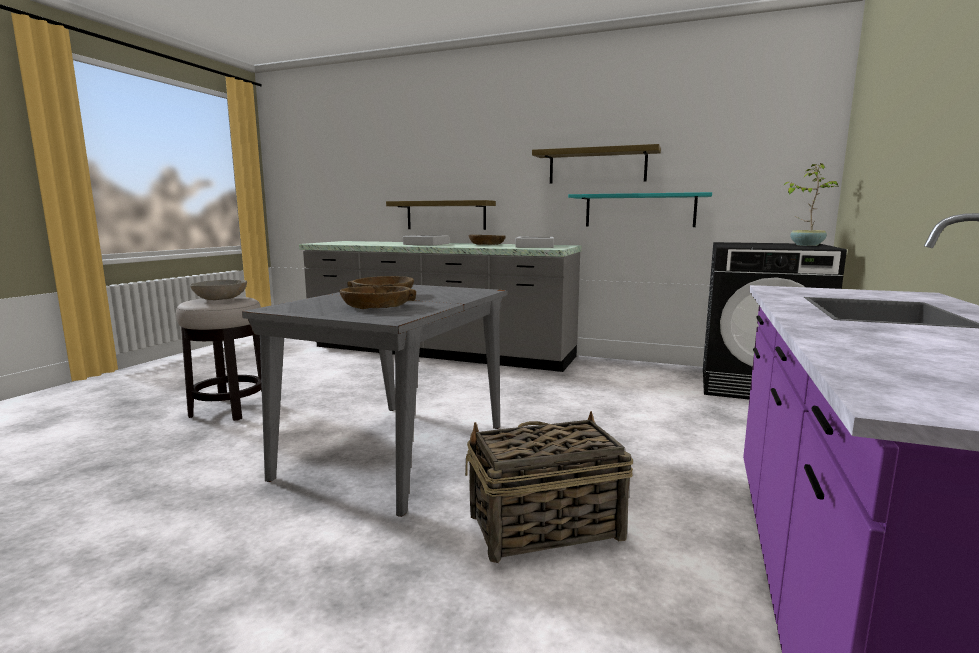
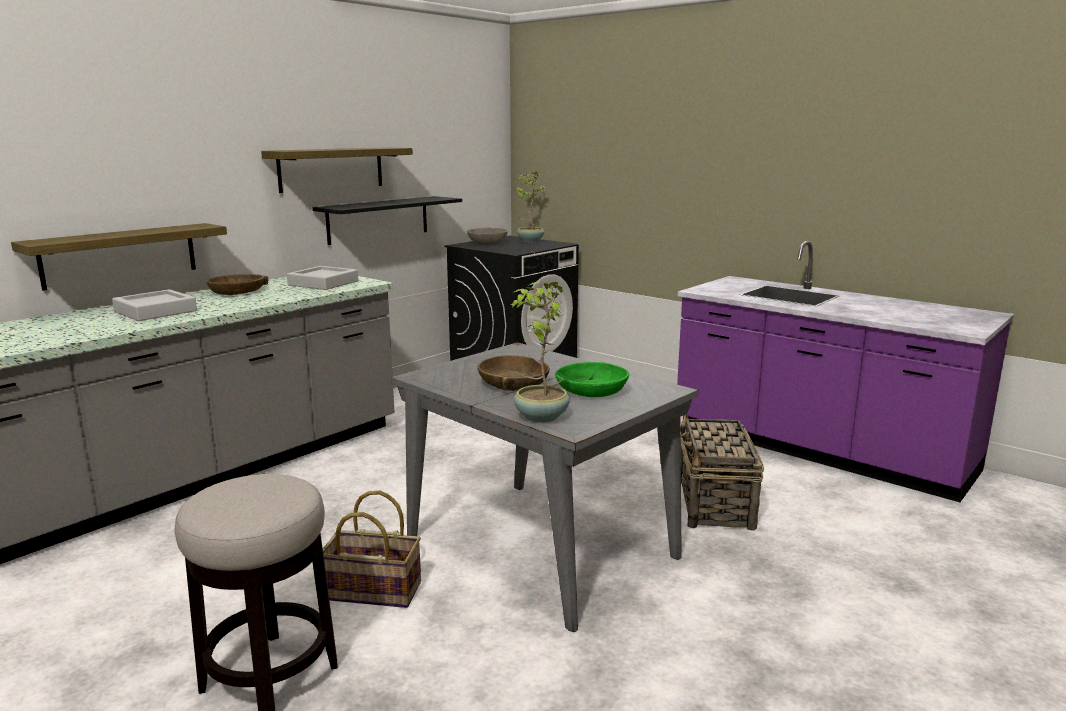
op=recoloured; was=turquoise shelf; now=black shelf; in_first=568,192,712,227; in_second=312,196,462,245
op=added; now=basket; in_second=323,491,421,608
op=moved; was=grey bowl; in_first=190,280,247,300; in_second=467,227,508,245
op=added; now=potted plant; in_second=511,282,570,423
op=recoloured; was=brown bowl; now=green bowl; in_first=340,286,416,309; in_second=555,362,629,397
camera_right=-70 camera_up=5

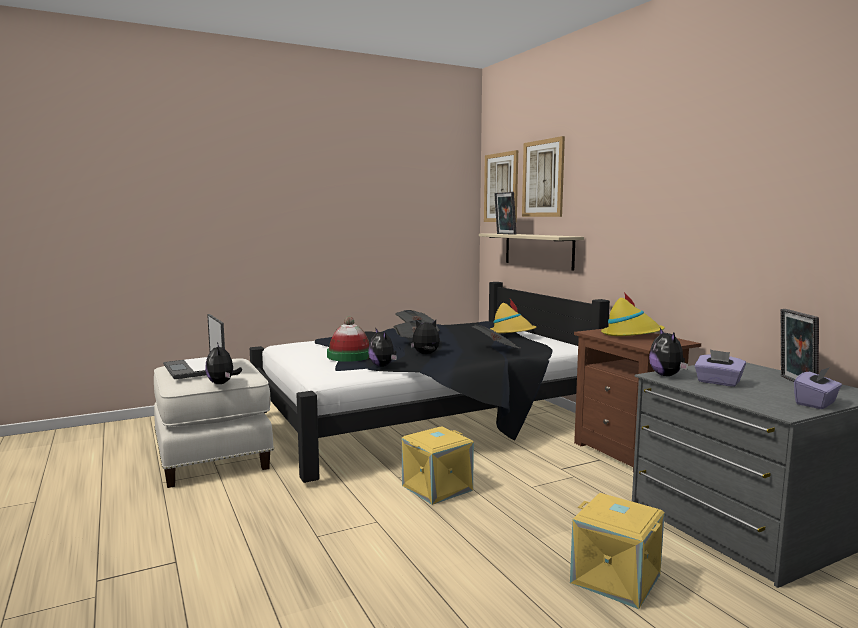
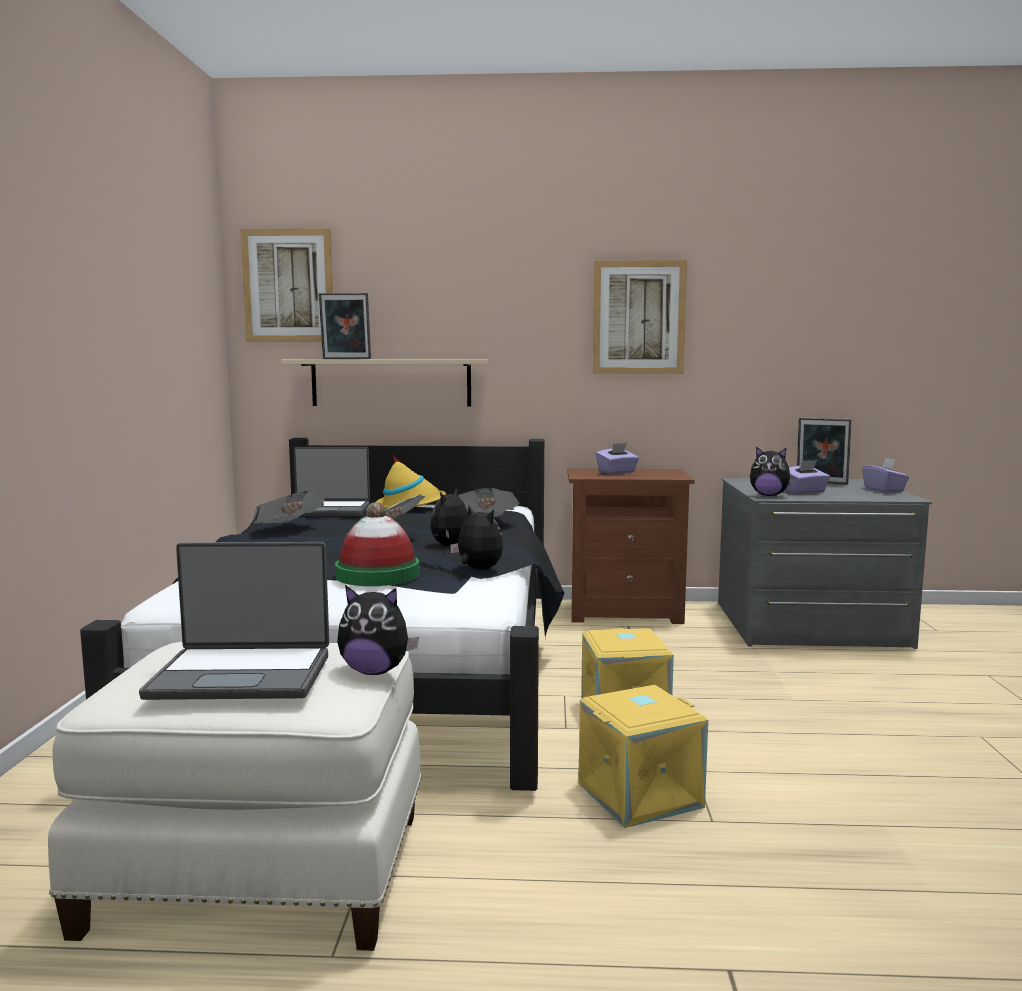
op=added; now=laptop; in_second=294,447,370,516
op=turned; was=plush toy; in_first=368,329,397,367; in_second=450,505,503,570; clockwise=-135
op=moved; was=yellow storage box; in_first=570,493,665,609; in_second=579,685,708,828
op=moved; was=picture; in_first=522,136,565,217; in_second=593,260,687,374
op=replaced; was=yellow hat; now=purple tissue box; in_first=601,292,665,336; in_second=596,443,639,474
camera_right=-60 camera_up=0

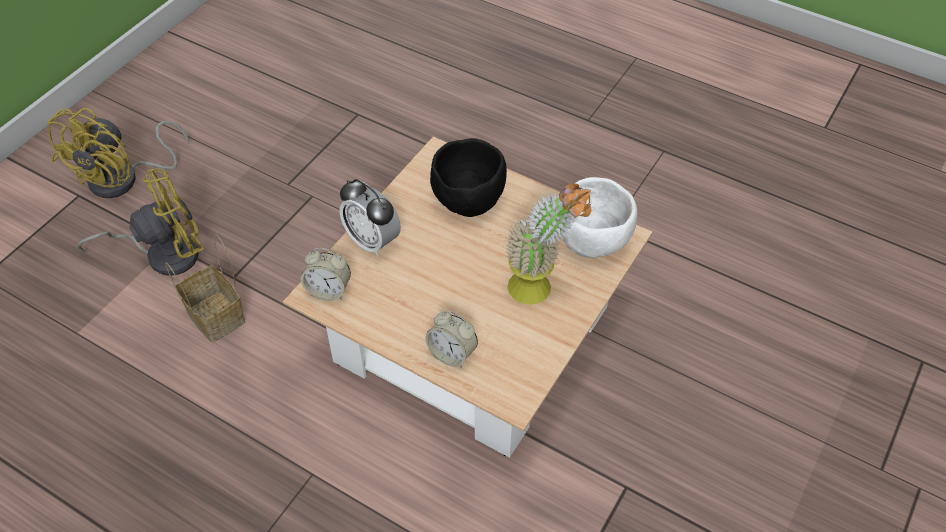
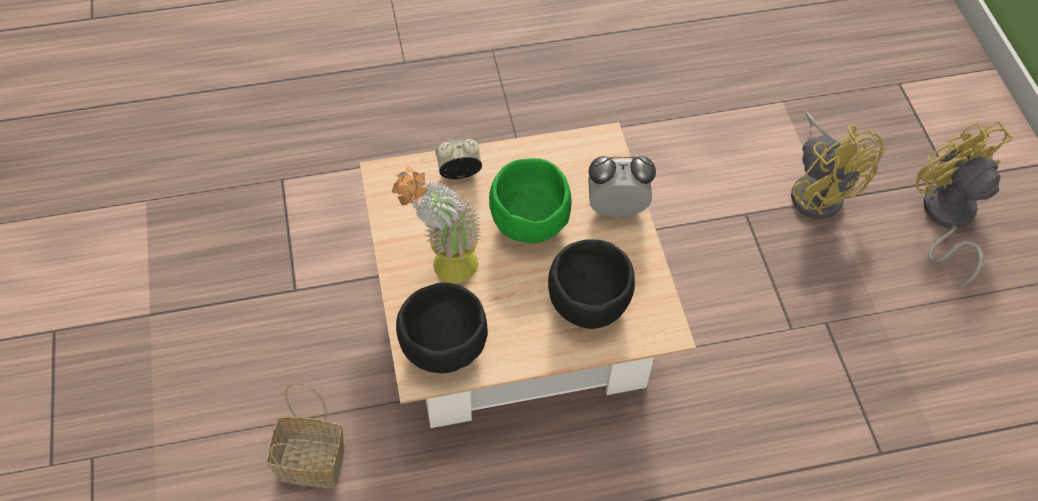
op=moved; was=basket; in_first=165,234,245,342; in_second=267,383,345,488
op=recoloured; was=white bowl; now=black bowl; in_first=562,177,637,258; in_second=396,283,488,373
op=added; now=green bowl; in_second=489,158,571,243
op=turned; was=yellow fan; in_first=77,169,204,276; in_second=791,112,886,219; clockwise=-45
op=removed; was=alarm clock; in_first=301,248,351,301
camera_right=135 camera_up=5

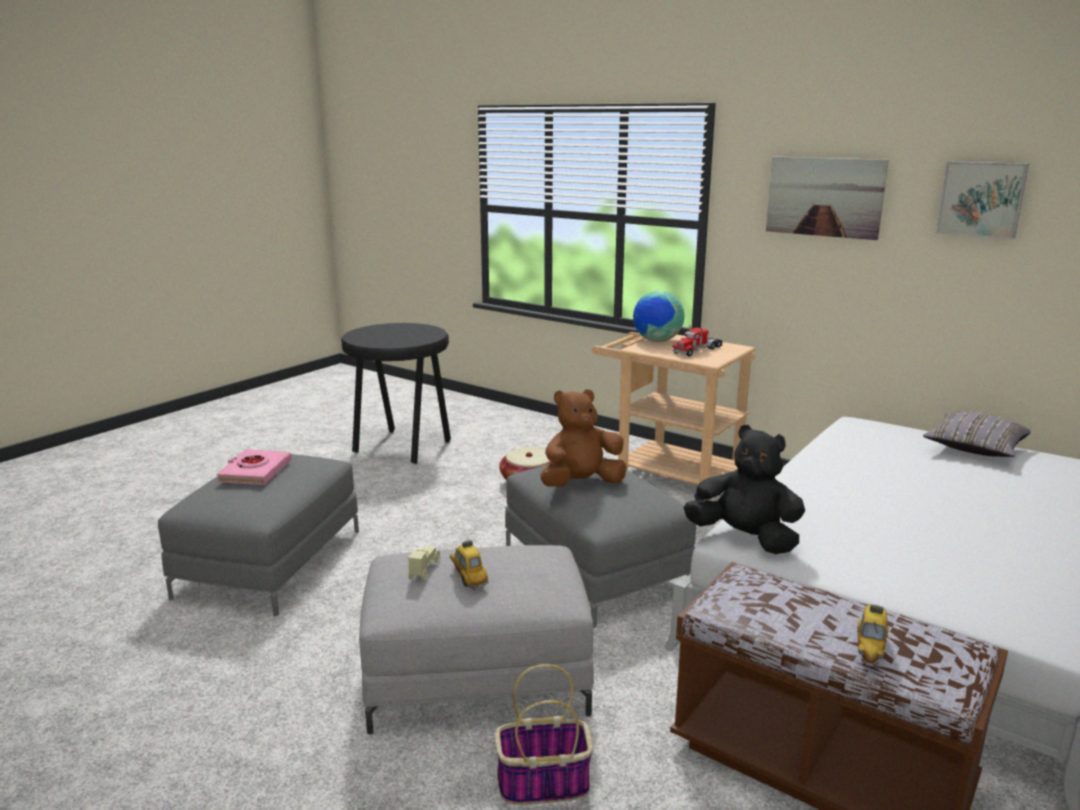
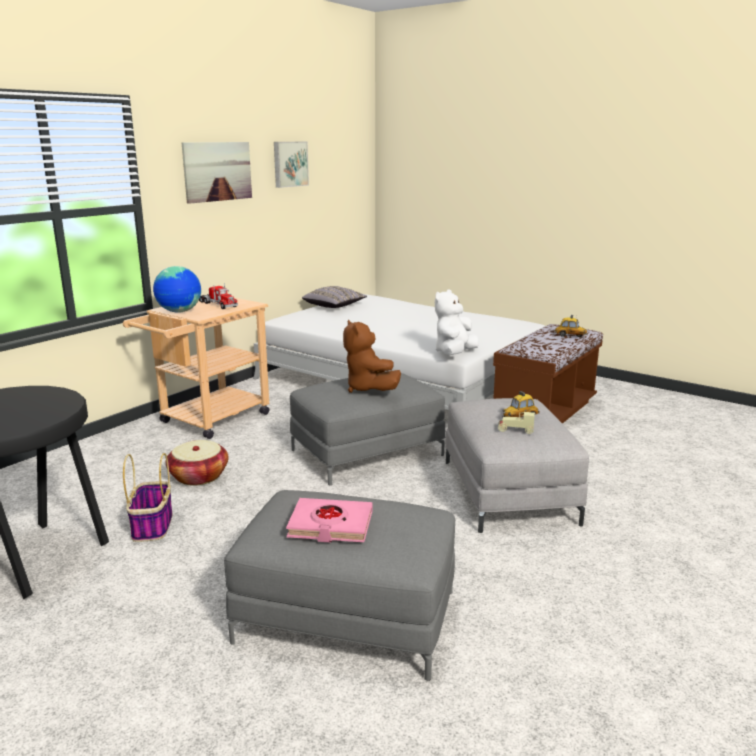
op=moved; was=basket; in_first=495,664,593,805; in_second=123,453,172,542
op=recoloured; was=black plush toy; now=white plush toy; in_first=683,425,805,554; in_second=435,289,479,355
camera_right=-90 camera_up=0

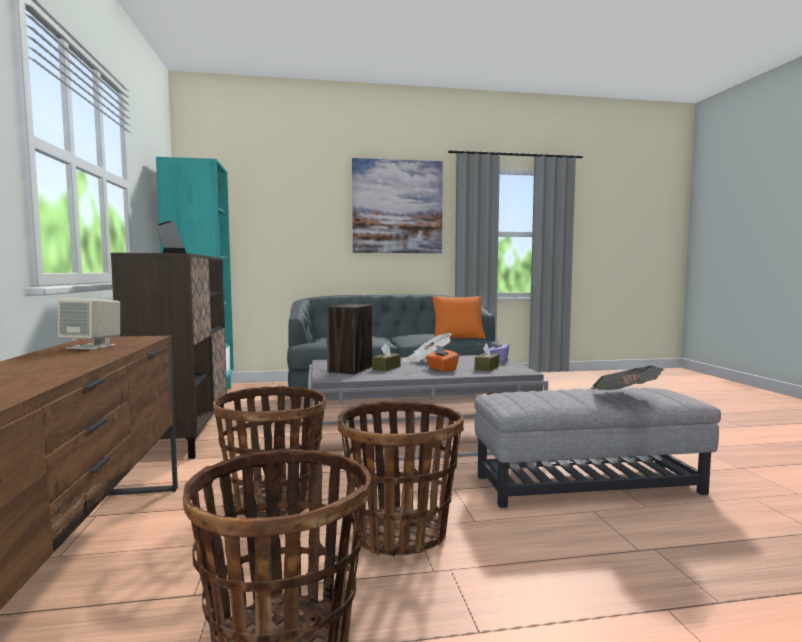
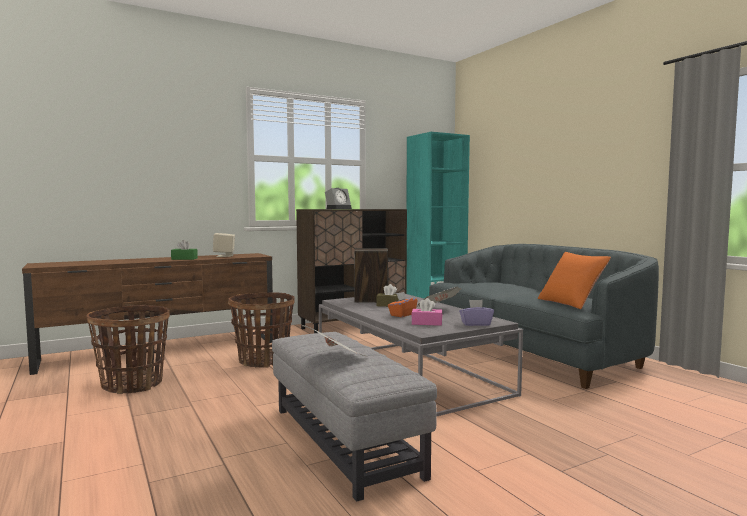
op=added; now=green tissue box; in_second=171,240,198,260
op=recoloured; was=brown tissue box; now=pink tissue box; in_first=475,343,499,371; in_second=411,298,442,326
op=removed; was=basket; in_first=338,401,464,557
op=removed; was=picture; in_first=352,158,443,253
camera_right=70 camera_up=0

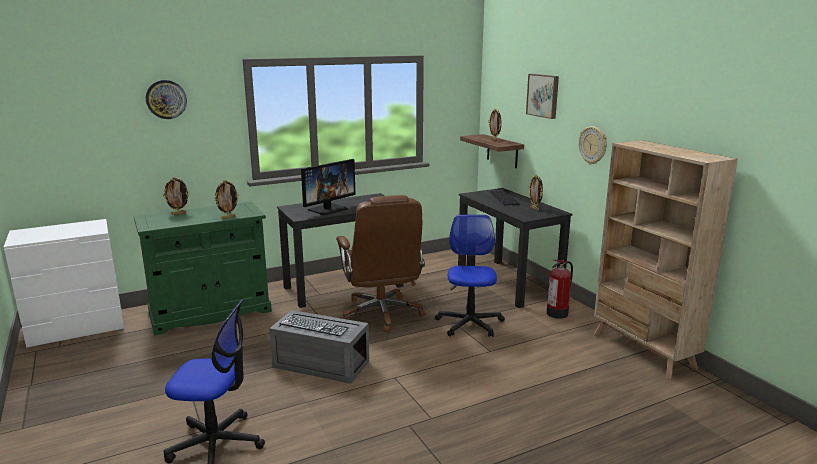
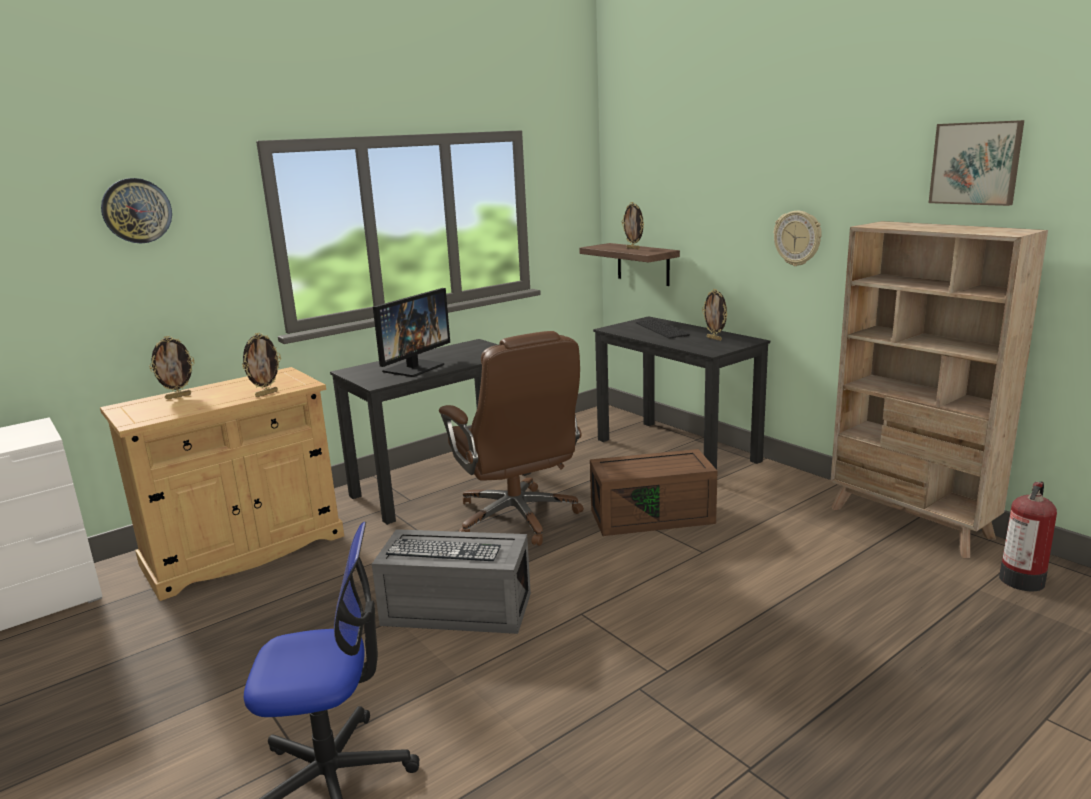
op=recoloured; was=green cabinet; now=beige cabinet; in_first=134,202,272,336; in_second=100,367,344,601
op=replaced; was=office chair; now=brown storage box; in_first=435,214,505,337; in_second=590,449,717,536
op=moved; was=picture; in_first=526,74,559,119; in_second=929,120,1024,206
op=moved; was=fire extinguisher; in_first=547,260,573,319; in_second=999,482,1057,591
camera_right=-10 camera_up=0

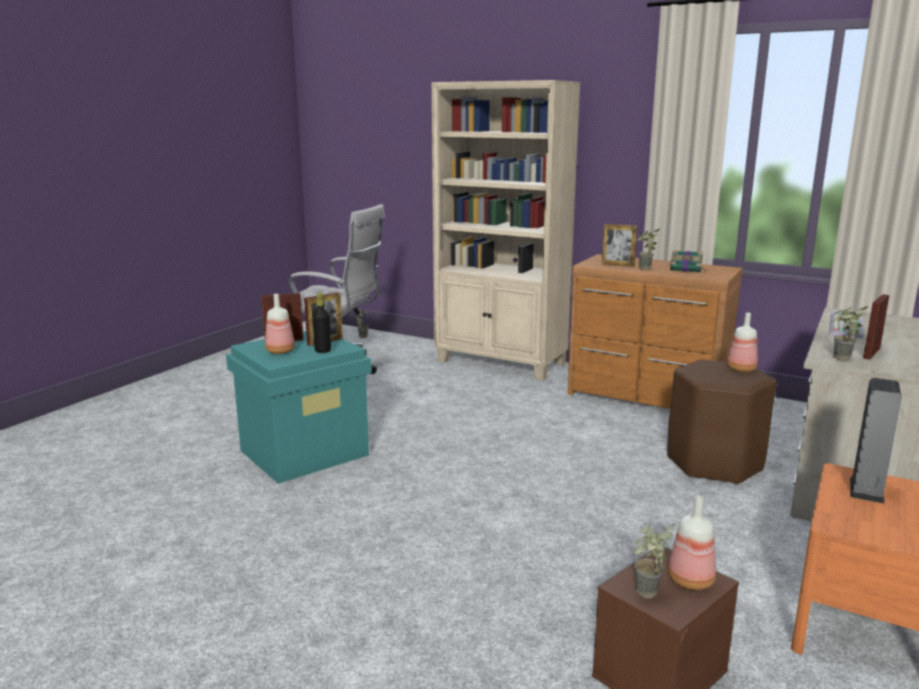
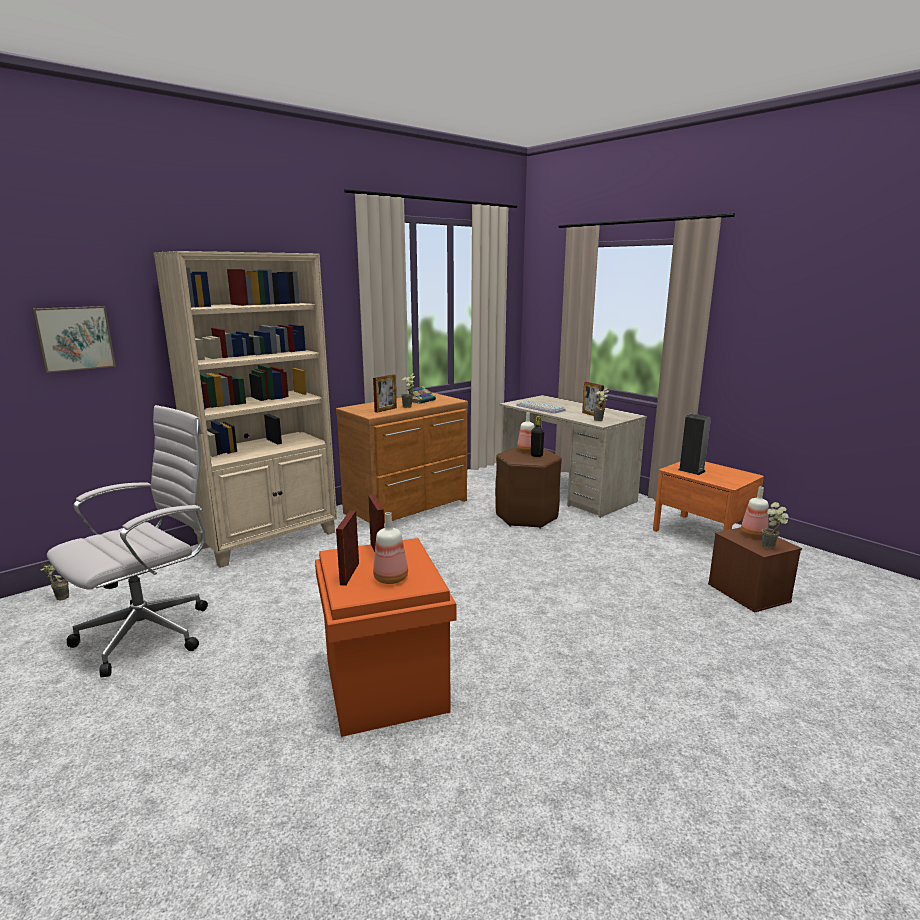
op=added; now=picture; in_second=32,306,116,373
op=recoloured; was=turquoise storage box; now=orange storage box; in_first=226,331,372,484; in_second=315,538,456,737
op=moved; was=black bottle; in_first=312,293,331,353; in_second=531,416,544,457
camera_right=-70 camera_up=0

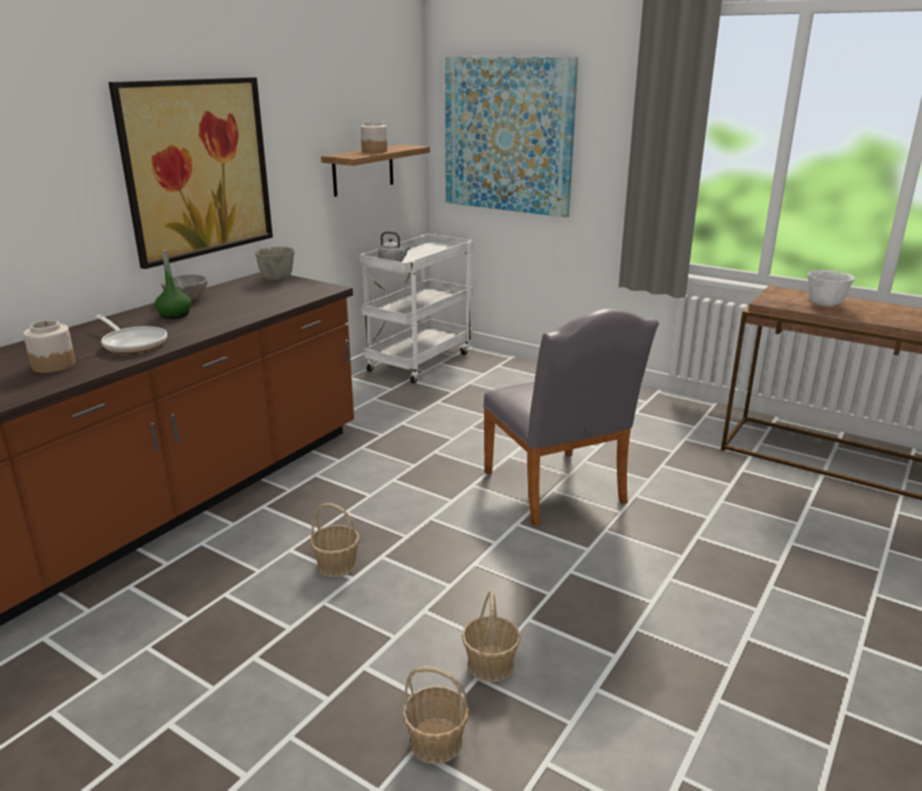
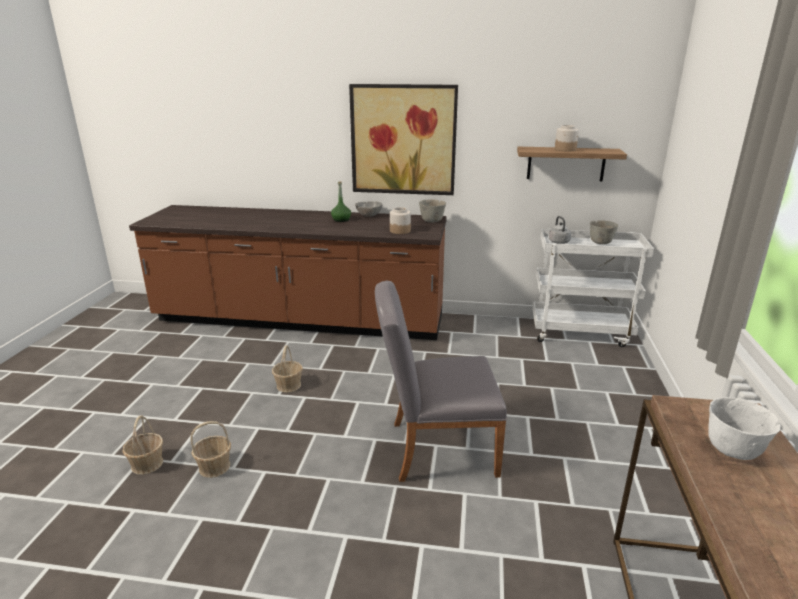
op=turned; was=grey chair; in_first=483,308,659,526; in_second=375,281,507,482; clockwise=45
op=moved; was=jar; in_first=23,320,76,373; in_second=390,207,411,234
op=added; now=grey bowl; in_second=590,220,618,244
op=removed; was=frying pan; in_first=96,315,167,353
op=removed; was=picture; in_first=445,56,578,217
camera_right=65 camera_up=0

